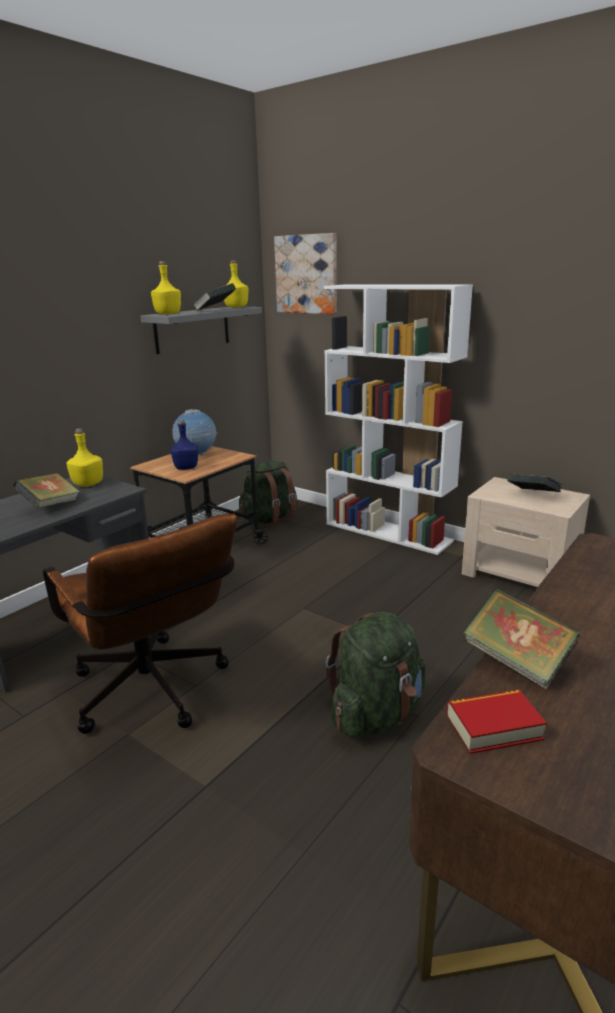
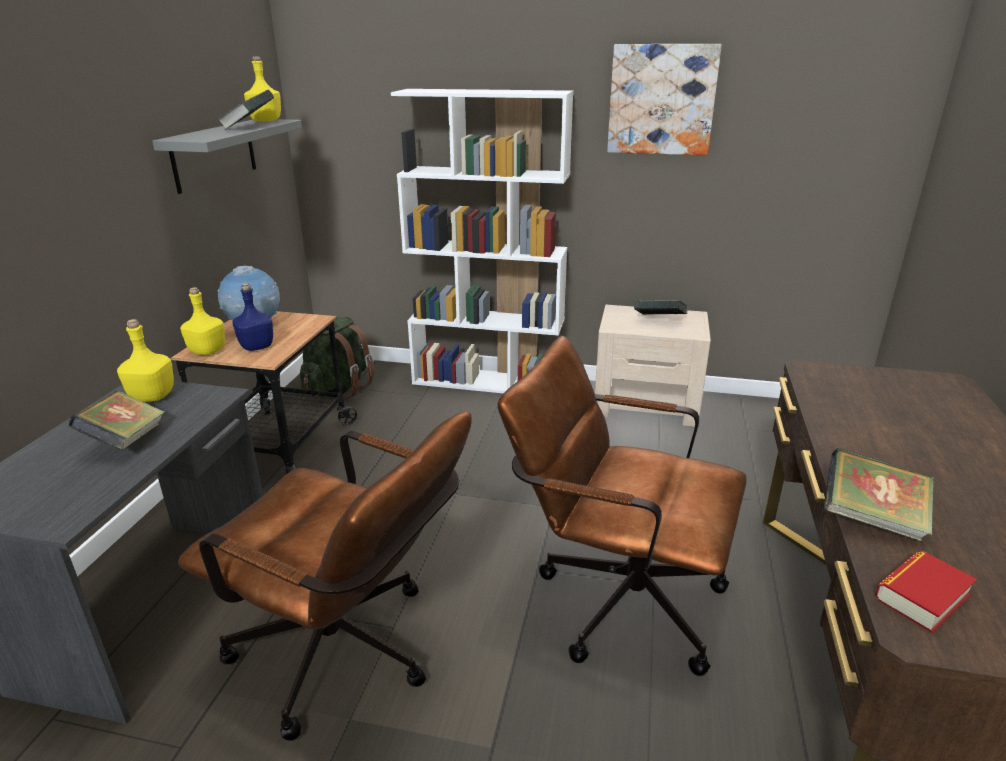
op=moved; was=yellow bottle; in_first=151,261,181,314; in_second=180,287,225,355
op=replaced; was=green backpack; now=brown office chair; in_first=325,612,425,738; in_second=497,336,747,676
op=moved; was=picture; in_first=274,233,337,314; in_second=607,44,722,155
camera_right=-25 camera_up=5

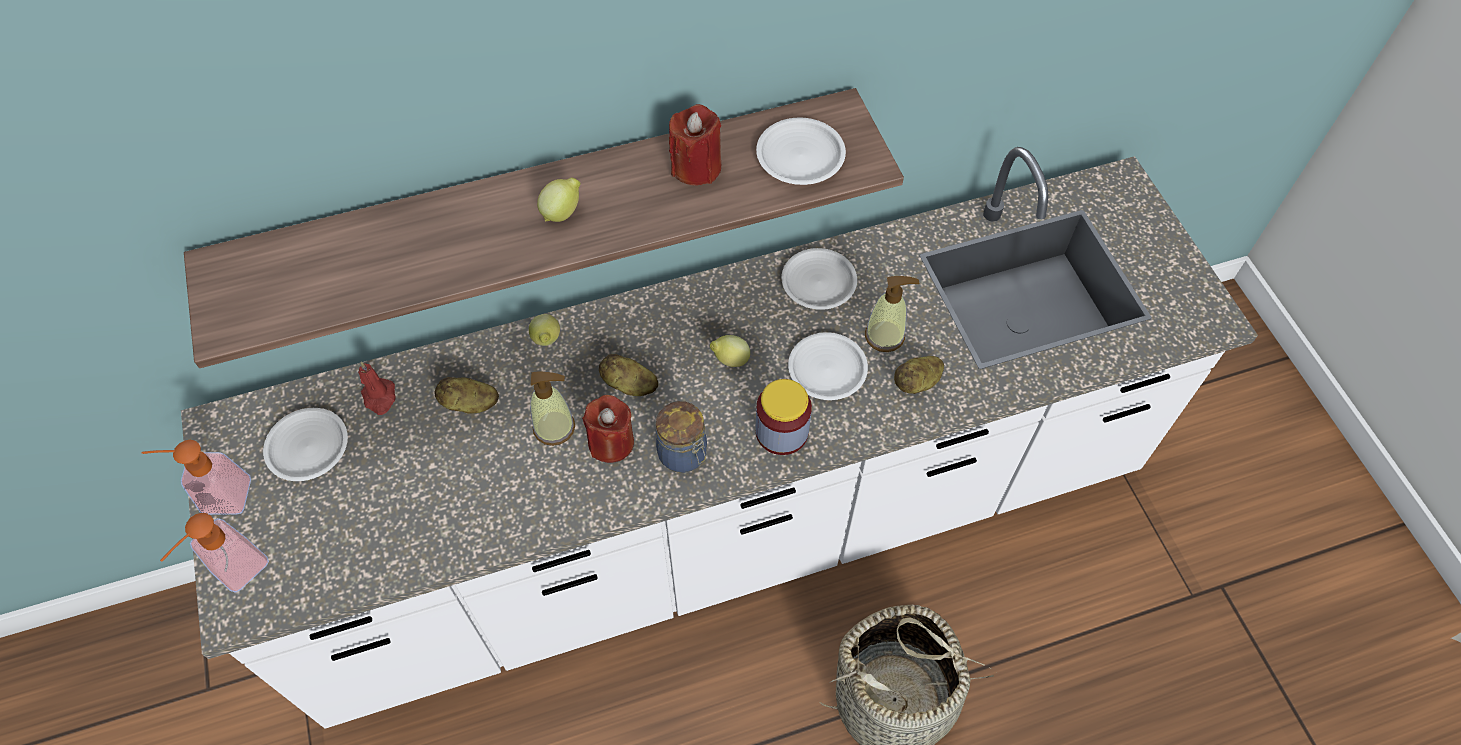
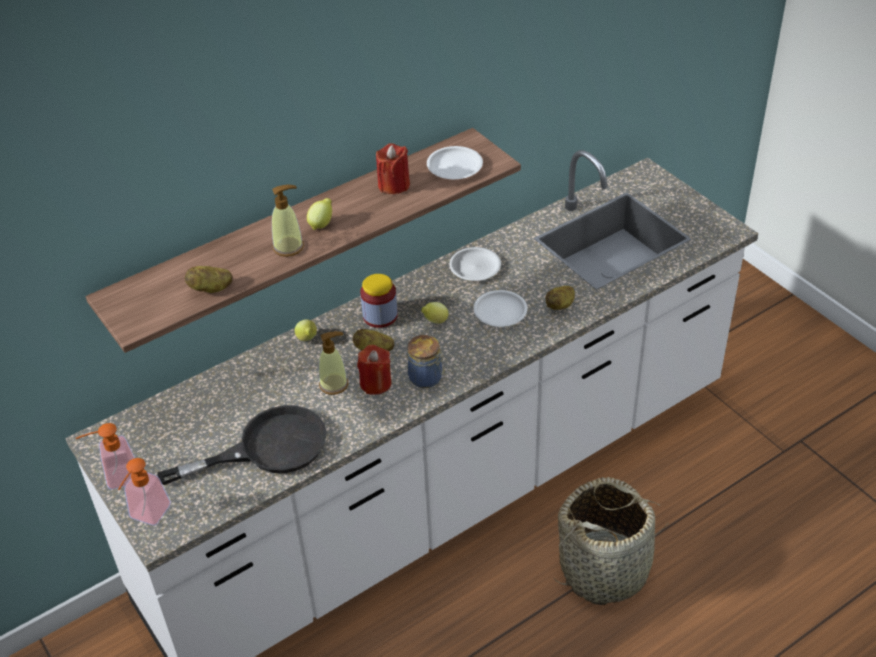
op=added; now=black frying pan; in_second=158,405,327,485
op=moved; was=potato; in_first=435,377,499,414; in_second=185,266,233,293
op=moved; was=soap dispenser; in_first=865,276,919,352; in_second=272,185,304,257
op=moved; was=jar; in_first=755,379,812,455; in_second=360,274,398,328
op=removed; was=white plate; in_first=263,408,348,481
op=removed; was=red candle; in_first=358,361,396,415
camera_right=-15 camera_up=-15

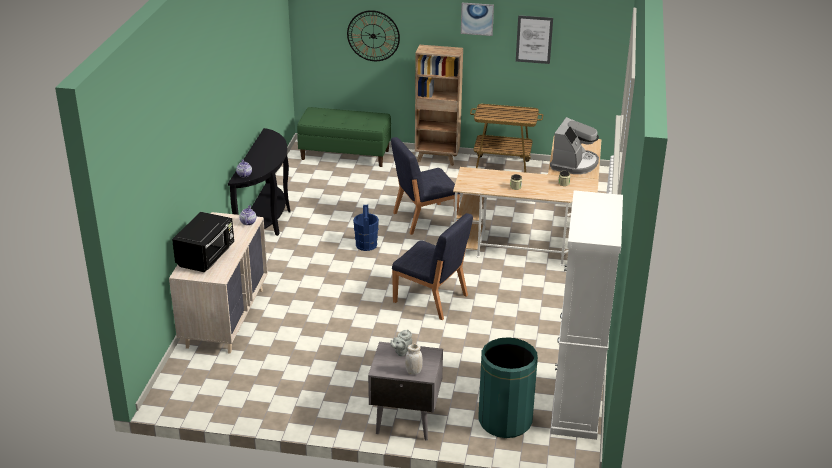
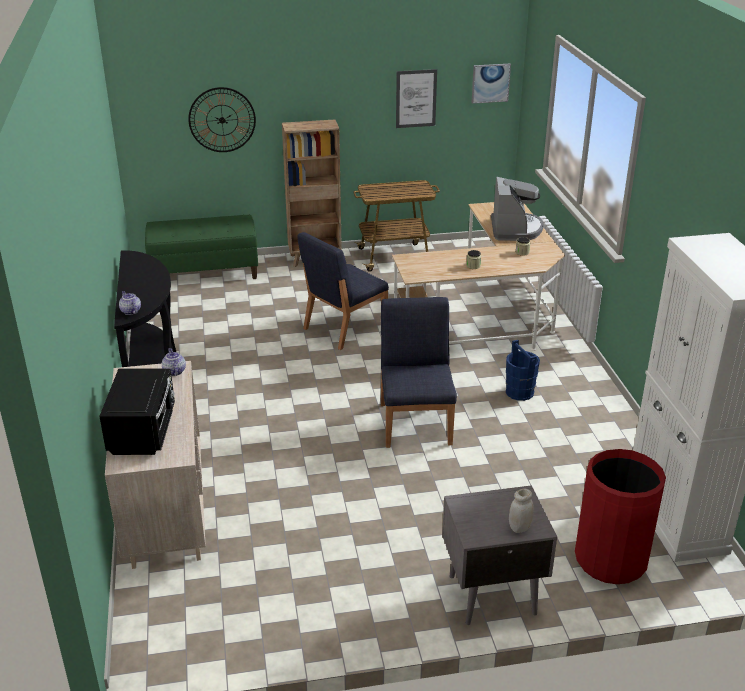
op=turned; was=blue chair; in_first=392,213,473,320; in_second=380,297,457,448; clockwise=-105
op=moved; was=picture; in_first=461,3,494,36; in_second=472,64,511,104
op=moved; was=blue bucket; in_first=353,205,379,251; in_second=506,340,540,401
op=recoloured; was=green trash can; now=red trash can; in_first=479,337,538,438; in_second=575,449,666,584
op=removed; was=grey teapot; in_first=391,329,412,356
camera_right=-20 camera_up=0

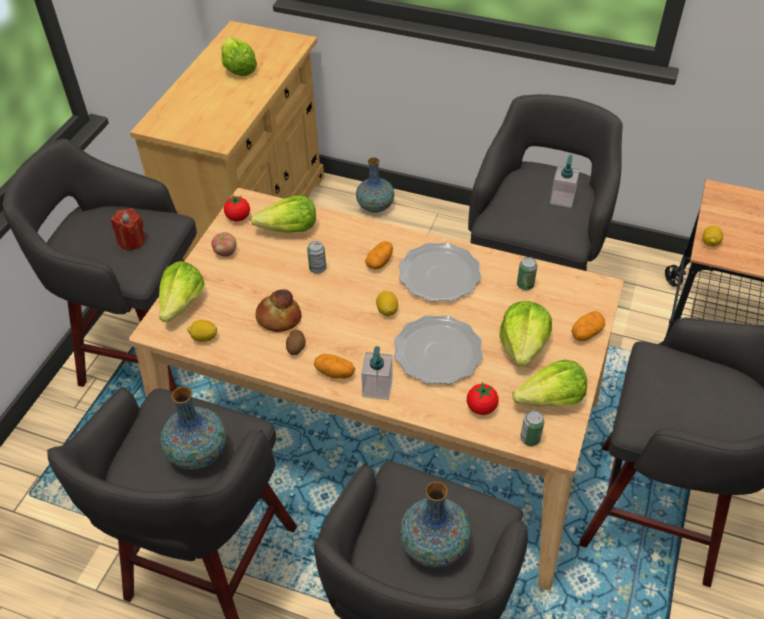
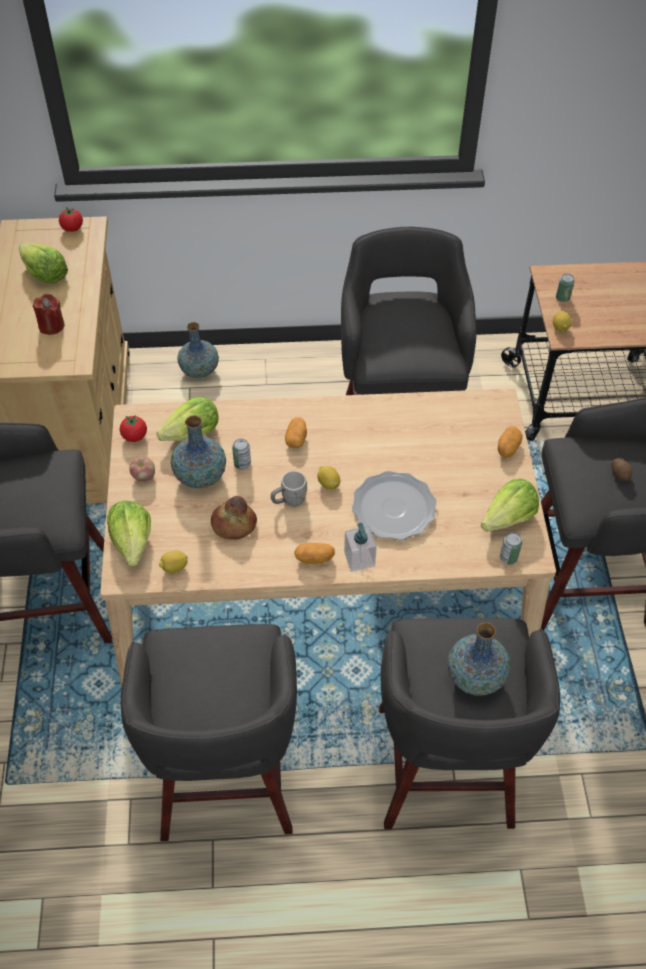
op=moved; was=red candle; in_first=111,208,145,250; in_second=33,294,64,335
op=moved; was=tomato; in_first=467,382,498,415; in_second=59,207,83,232
op=moved; was=vase; in_first=161,387,226,470; in_second=171,416,226,488
op=added; now=grey mug; in_second=271,471,307,507
op=moved; was=can; in_first=517,257,537,290; in_second=556,274,574,302
op=moved; was=potato; in_first=286,330,306,355; in_second=611,458,632,481
op=removed; was=plate; in_first=399,242,481,302
op=removed; was=lettuce; in_first=499,301,552,367
op=removed; was=soap dispenser; in_first=550,154,580,208
camera_right=-25 camera_up=5

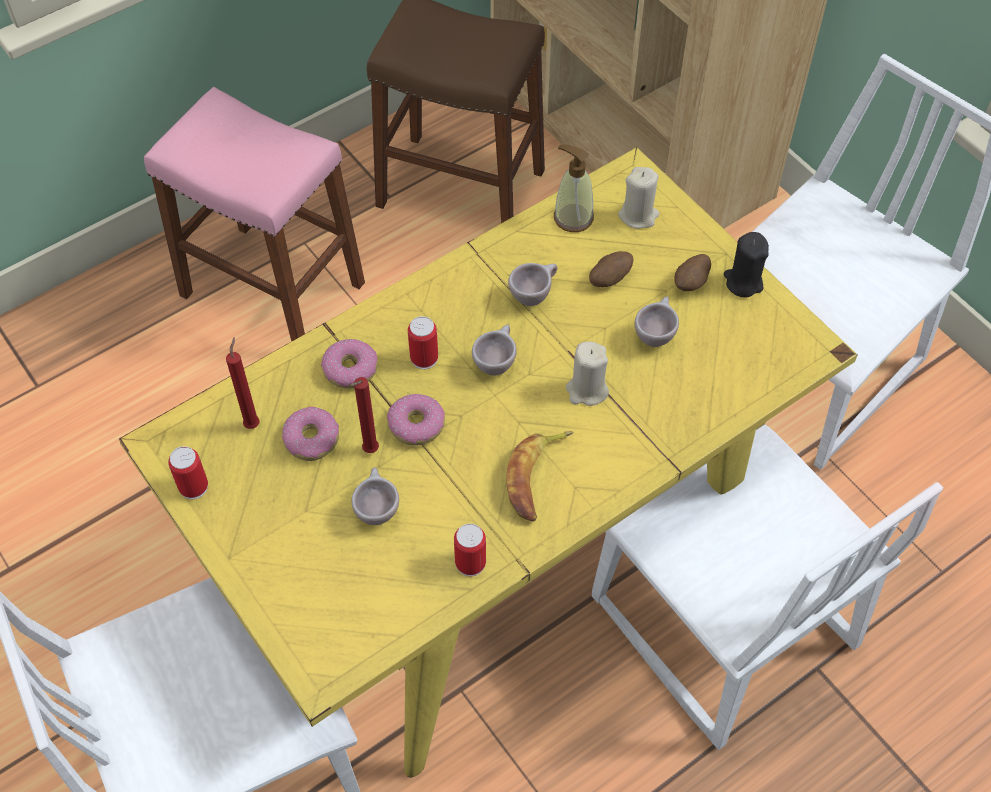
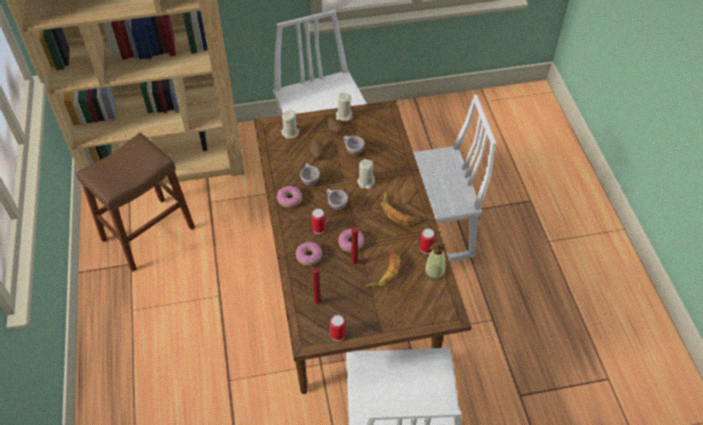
op=recoloured; was=yellow dining table; now=brown dining table; in_first=119,147,857,778; in_second=254,100,472,394
op=moved; was=donut; in_first=282,407,339,461; in_second=277,186,302,208
op=recoloured; was=black candle; now=beige candle; in_first=724,232,769,297; in_second=336,93,353,122
op=replaced; was=beige cup; now=banana; in_first=352,467,399,525; in_second=366,249,400,287
op=moved; was=soap dispenser; in_first=554,145,594,232; in_second=424,240,446,280
op=removed; was=pink stool; in_first=144,87,365,341
camera_right=-65 camera_up=-5

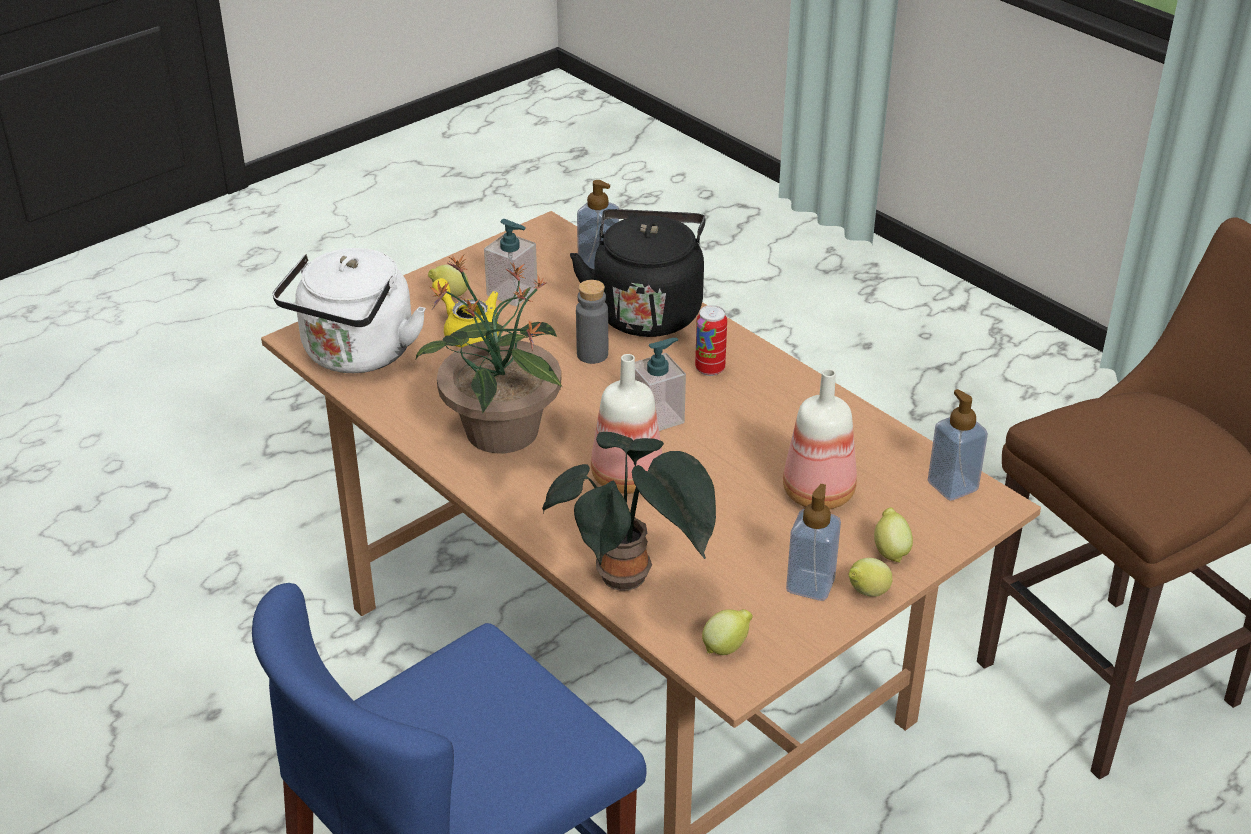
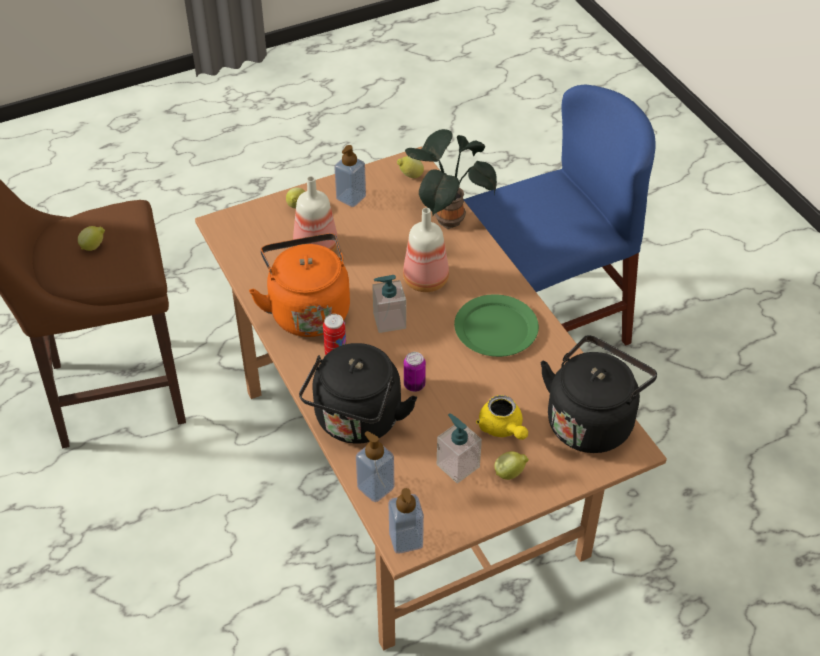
op=moved; was=lemon; in_first=848,558,893,597; in_second=78,226,105,251
op=added; now=orange kettle; in_second=249,233,350,337
op=moved; was=soap dispenser; in_first=928,389,988,501; in_second=388,488,424,554
op=replaced; was=grey bottle; now=can; in_first=576,280,608,364; in_second=404,352,426,392
op=replaced; was=potted plant; now=green plate; in_first=416,255,562,453; in_second=454,294,539,357
op=recoloured; was=white kettle; now=black kettle; in_first=273,248,426,373; in_second=541,335,657,453
camera_right=-165 camera_up=10

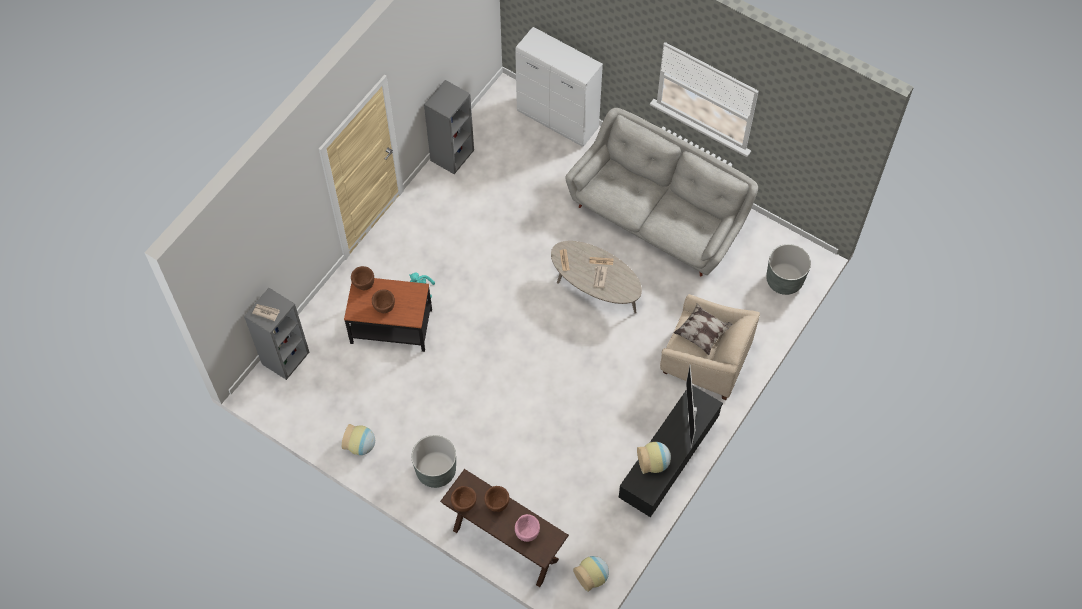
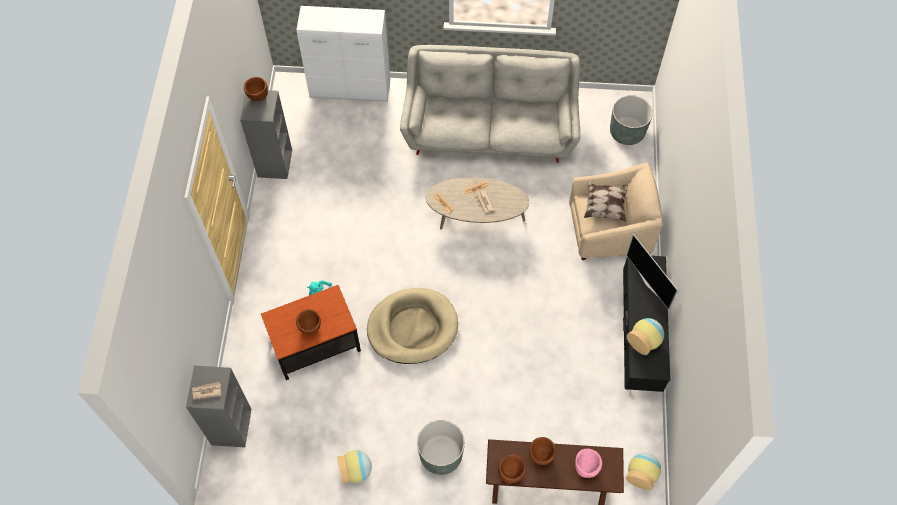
op=moved; was=brown bowl; in_first=351,266,374,291; in_second=244,77,268,101
op=added; now=beige dog bed; in_second=367,288,458,364
camera_right=-30 camera_up=0

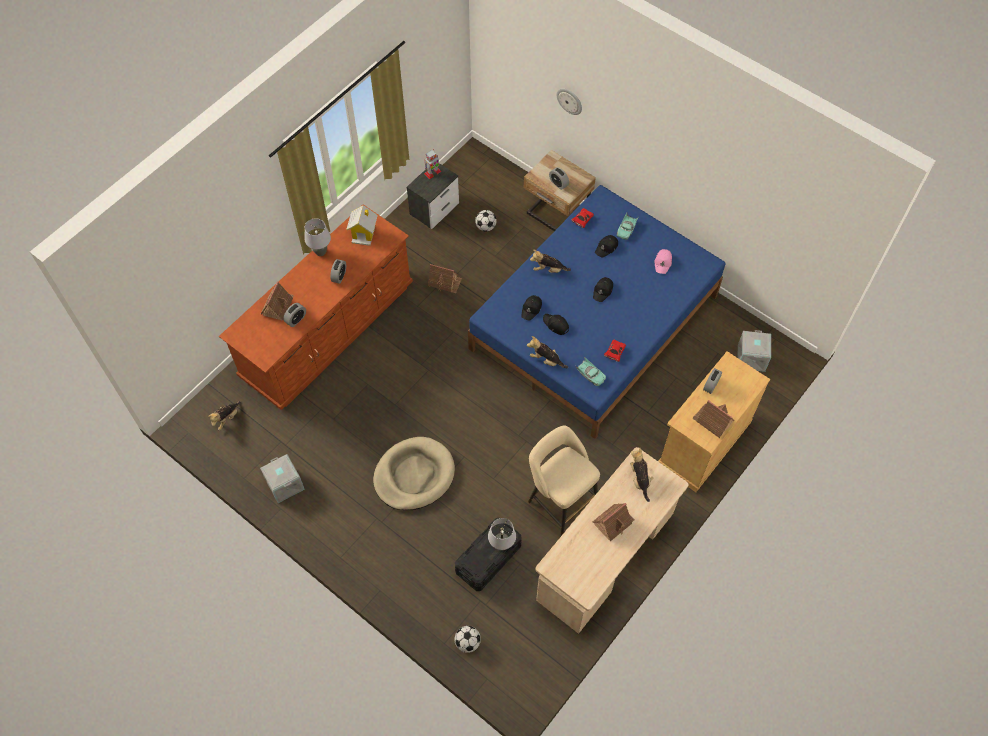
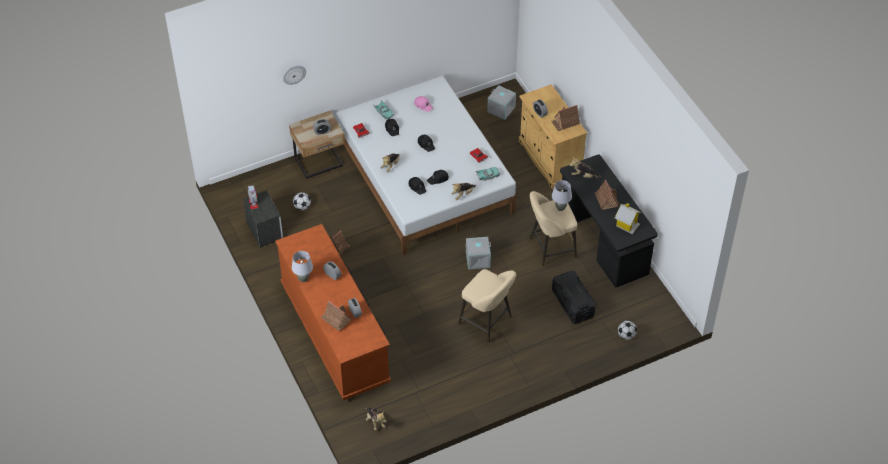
op=recoloured; was=blue bed; now=white bed; in_first=468,185,725,439; in_second=336,76,516,255
op=replaced; was=beige dog bed; now=beige stool; in_first=373,437,455,510; in_second=458,269,516,342
op=moved; was=grey storage box; in_first=260,454,305,503; in_second=465,237,491,270
op=moved; was=grey table lamp; in_first=488,518,516,550; in_second=552,180,572,211
op=recoloured; was=beige desk; now=black desk; in_first=536,447,689,634; in_second=560,154,658,287
op=moved; was=toy house; in_first=346,205,378,246; in_second=615,203,641,234
camera_right=-65 camera_up=-10

